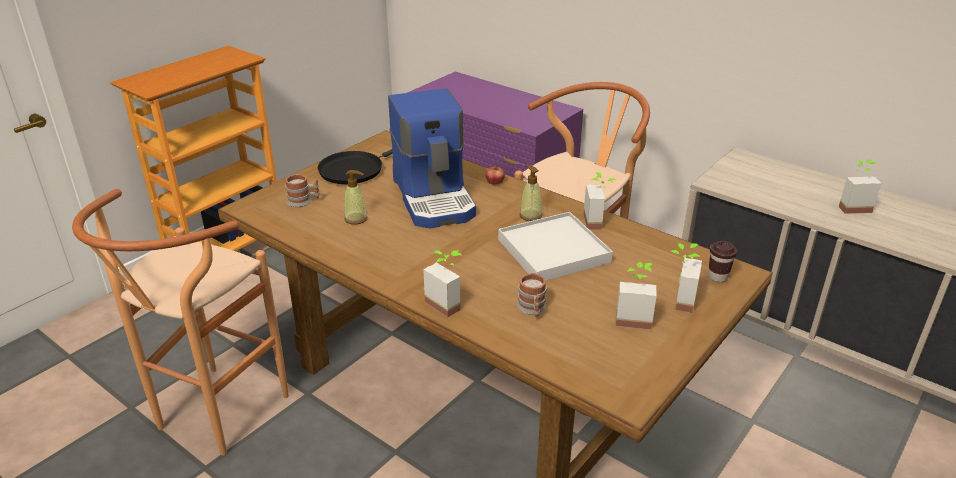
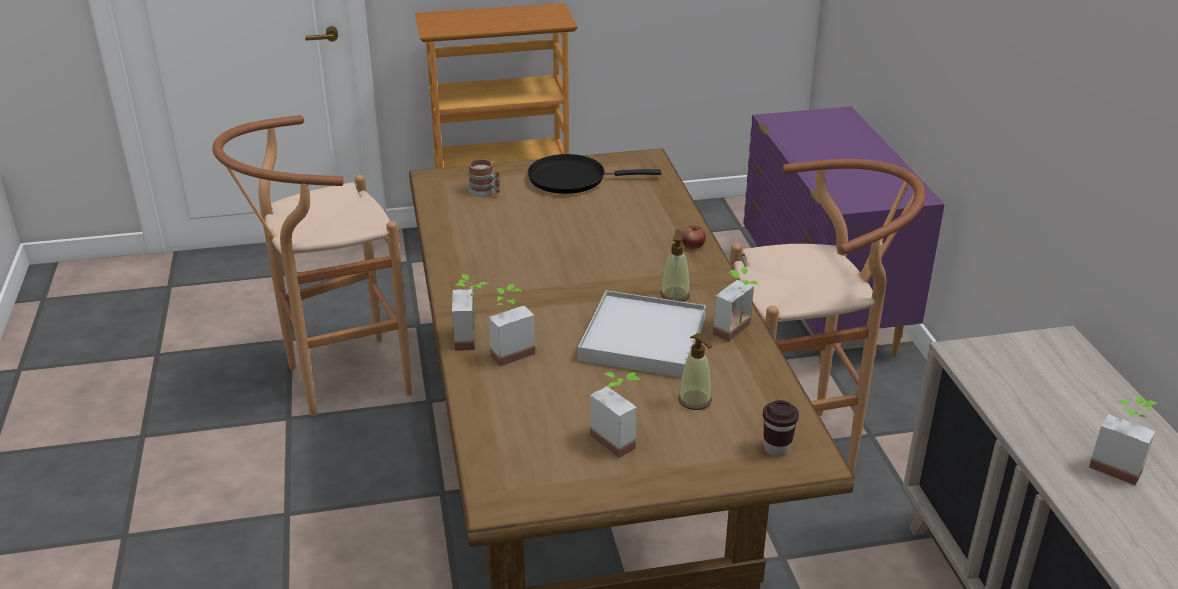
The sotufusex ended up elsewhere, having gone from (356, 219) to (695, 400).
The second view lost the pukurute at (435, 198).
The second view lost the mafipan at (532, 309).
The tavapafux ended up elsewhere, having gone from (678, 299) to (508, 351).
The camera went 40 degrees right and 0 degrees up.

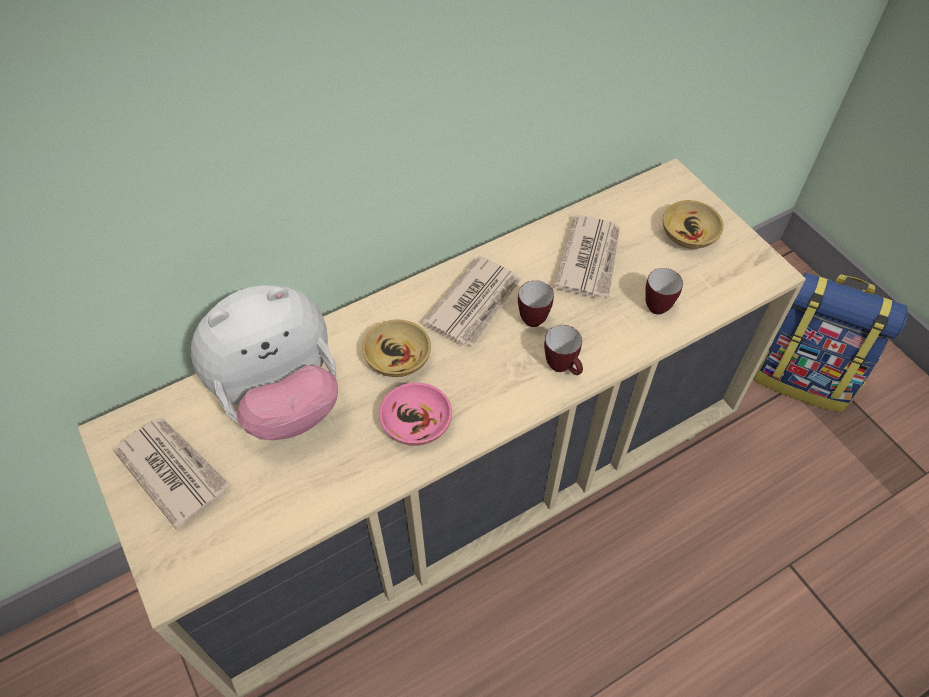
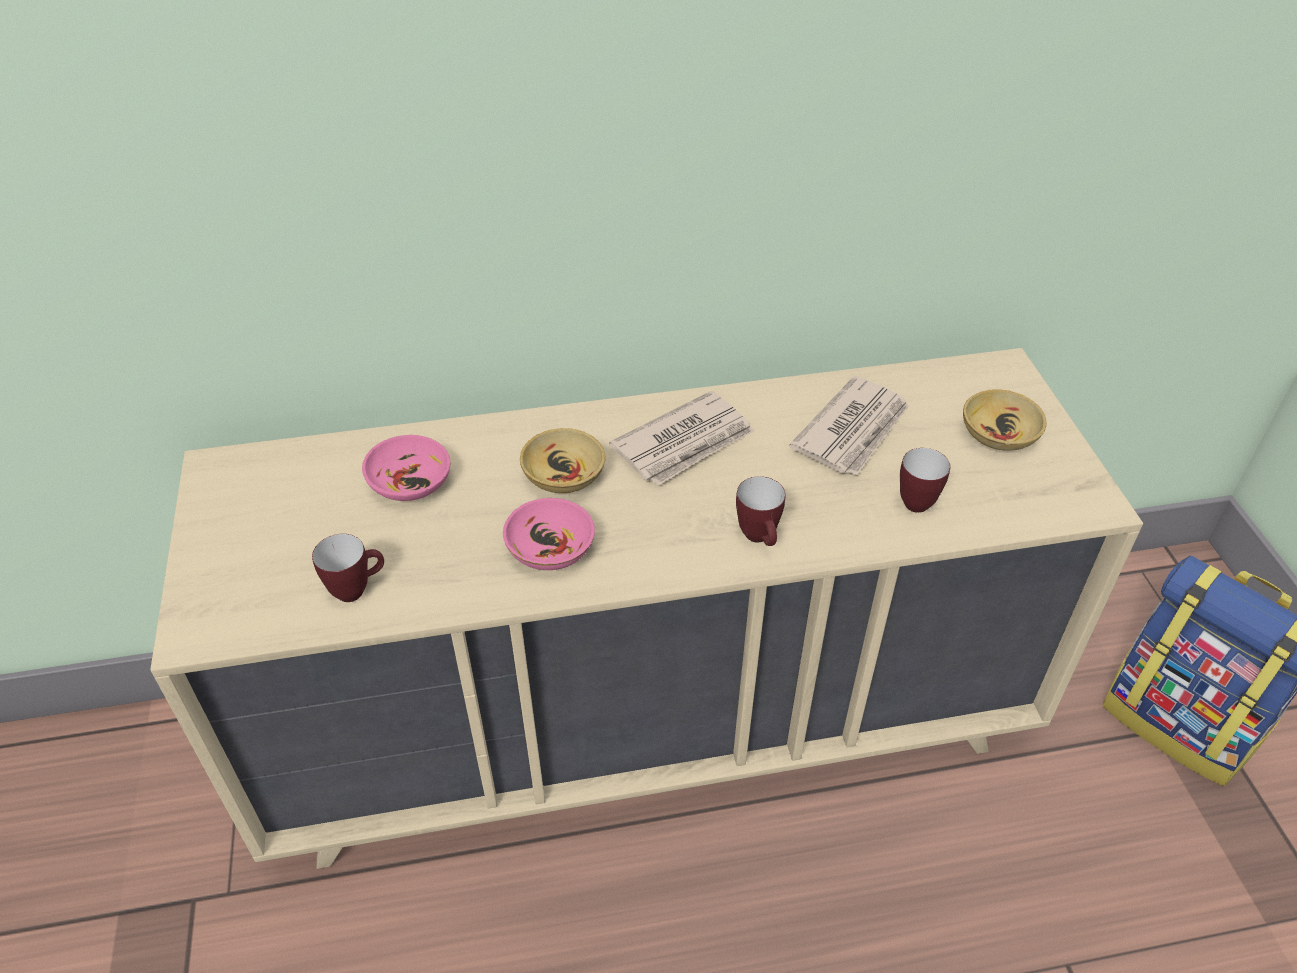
The second view lost the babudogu at (173, 470).
Where the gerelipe stood at (281, 398), the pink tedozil came to stand at (411, 481).
The mafipan ended up elsewhere, having gone from (535, 316) to (357, 589).
The camera went 20 degrees right and 10 degrees down.

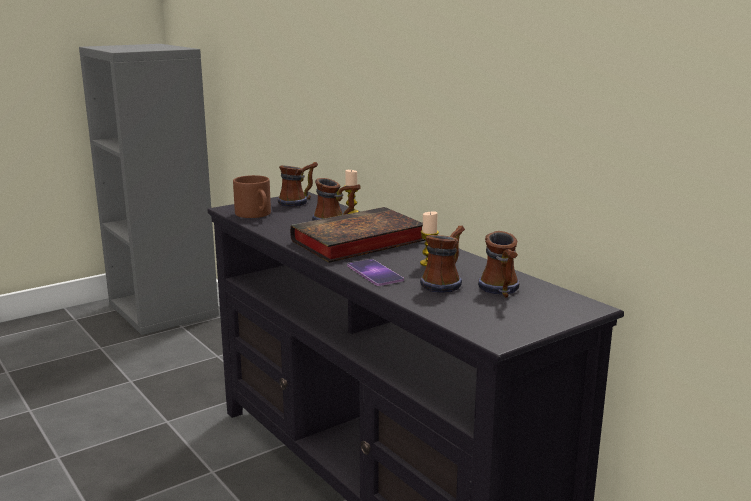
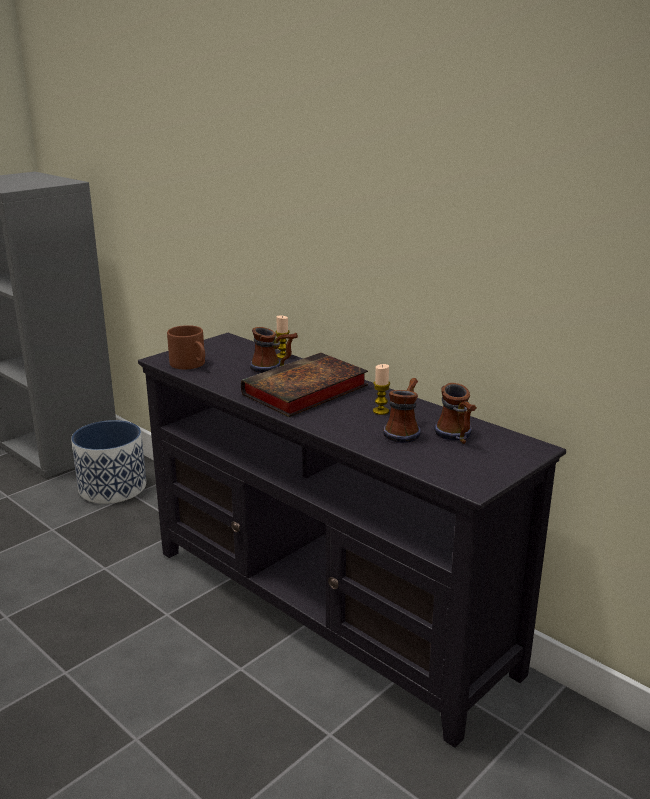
The second view lost the mafipan at (299, 201).
The second view lost the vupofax at (374, 273).
The second view gained the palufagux at (112, 488).
The camera went 10 degrees left and 5 degrees up.

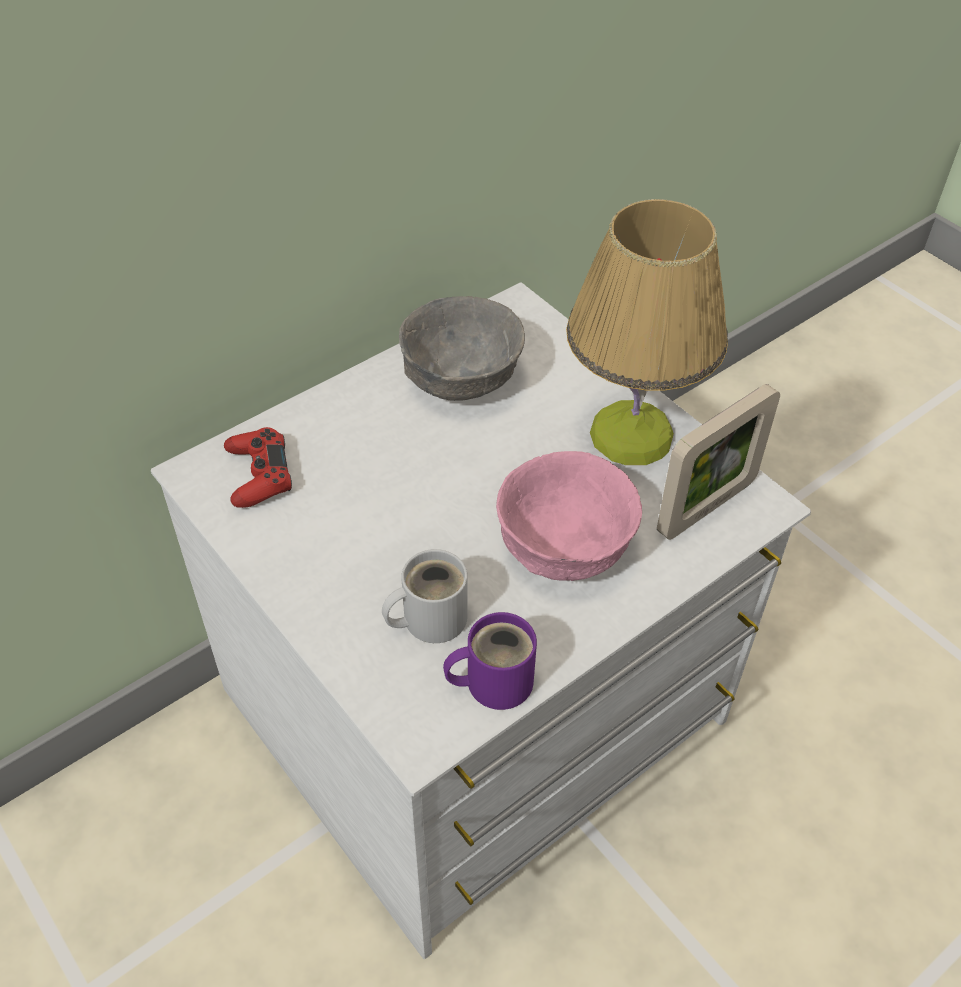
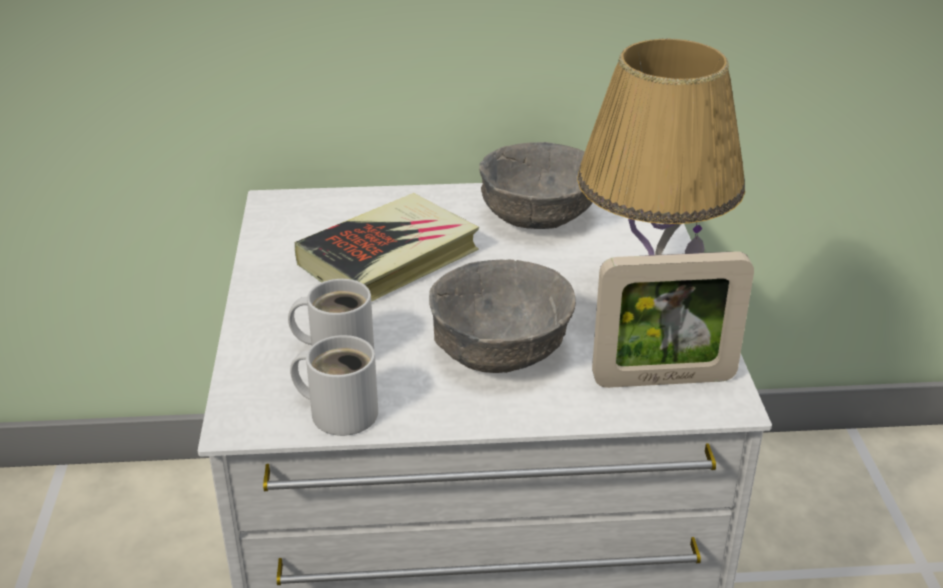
The second view lost the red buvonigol at (259, 475).
What was the purple mafipan at (492, 680) turned into the white mafipan at (340, 411).
What was the pink tedozil at (565, 548) turned into the grey tedozil at (500, 354).
The second view gained the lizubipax at (389, 258).
The camera went 35 degrees right and 15 degrees down.

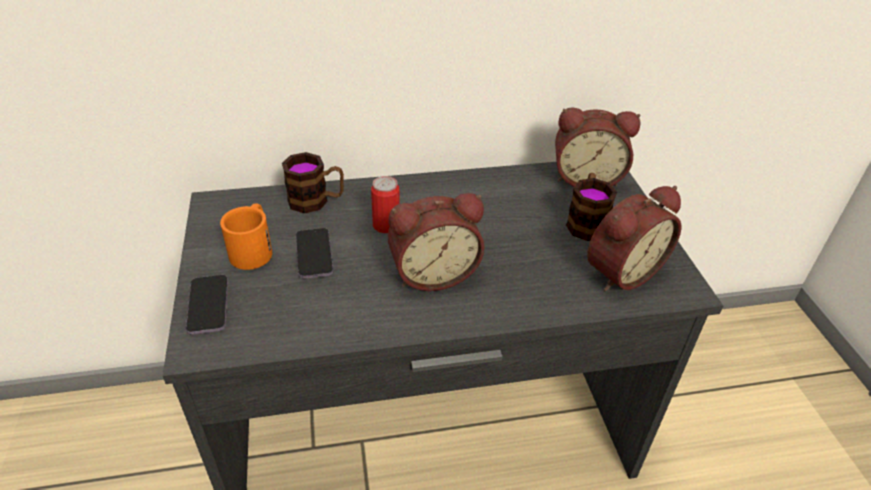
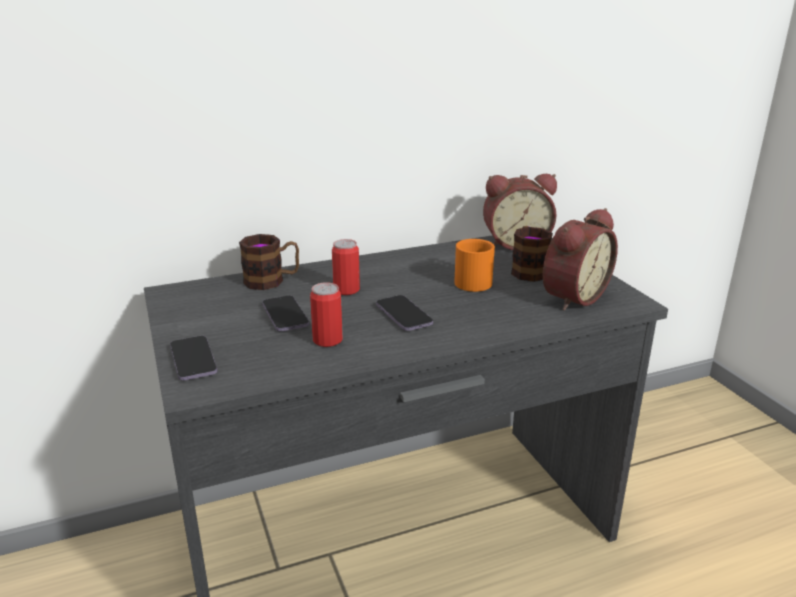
The orange mafipan ended up elsewhere, having gone from (254, 248) to (471, 280).
Where the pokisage stood at (433, 272), the vupofax came to stand at (403, 315).
The second view gained the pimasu at (327, 340).
The camera went 10 degrees left and 15 degrees down.

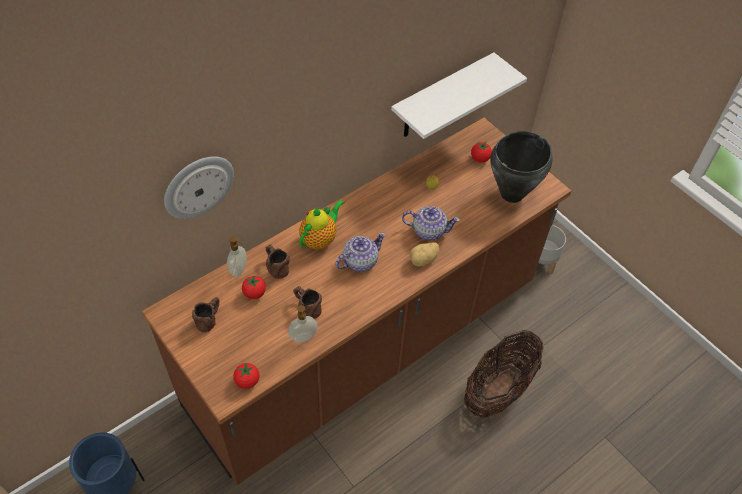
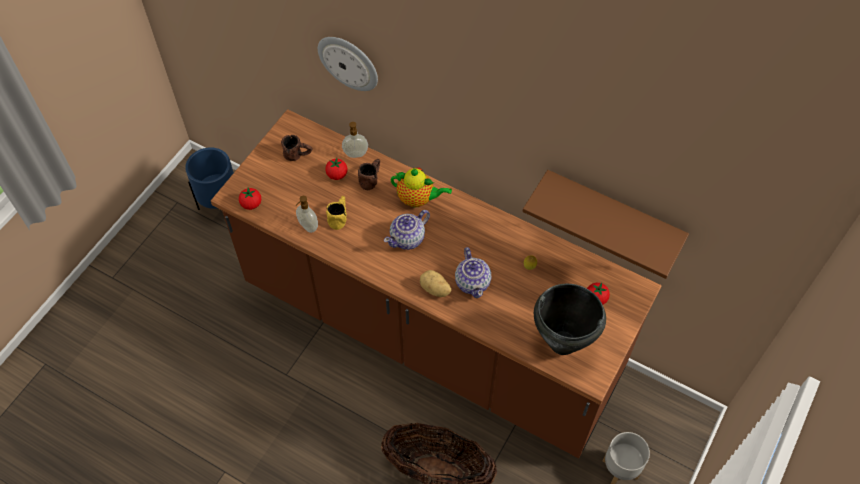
What was the brown mafipan at (306, 307) turned into the yellow mafipan at (339, 217).
The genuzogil at (359, 261) ended up facing another way, 105 degrees clockwise from before.
What was the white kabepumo at (441, 97) turned into the brown kabepumo at (612, 216).
The camera went 70 degrees right and 5 degrees up.

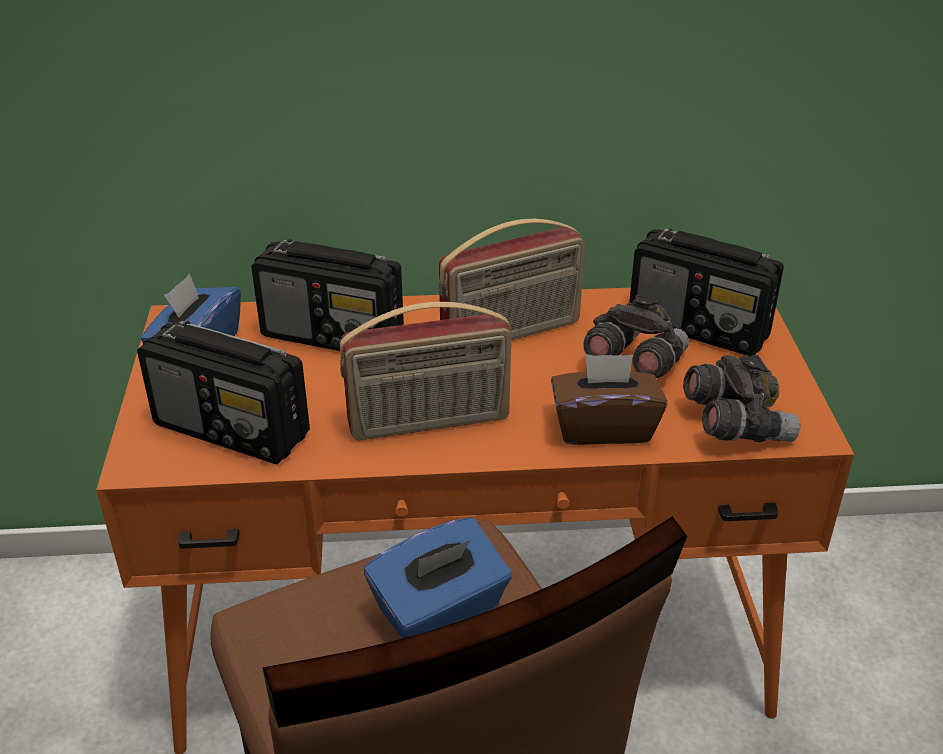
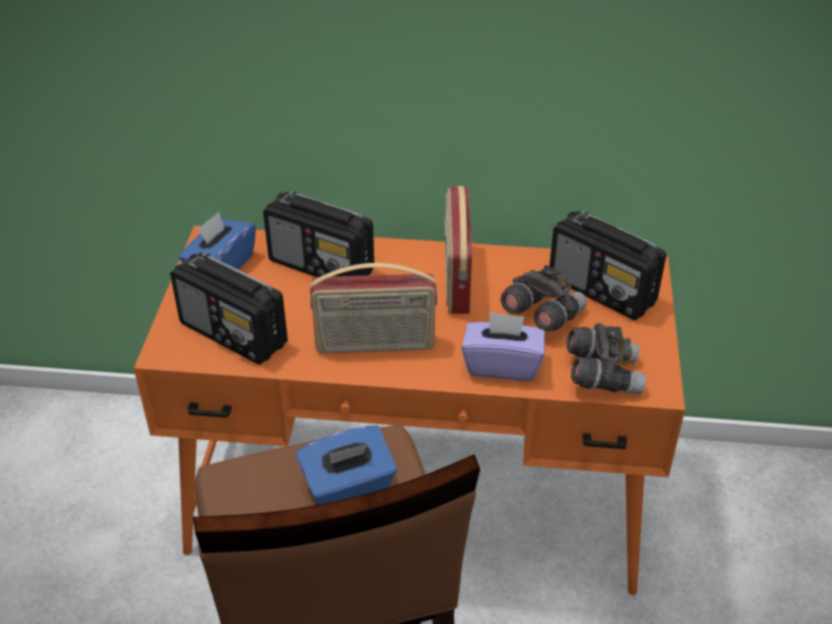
The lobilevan at (512, 333) ended up facing another way, 105 degrees clockwise from before.
What was the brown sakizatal at (603, 427) turned into the purple sakizatal at (502, 365).
The camera went 10 degrees right and 5 degrees up.

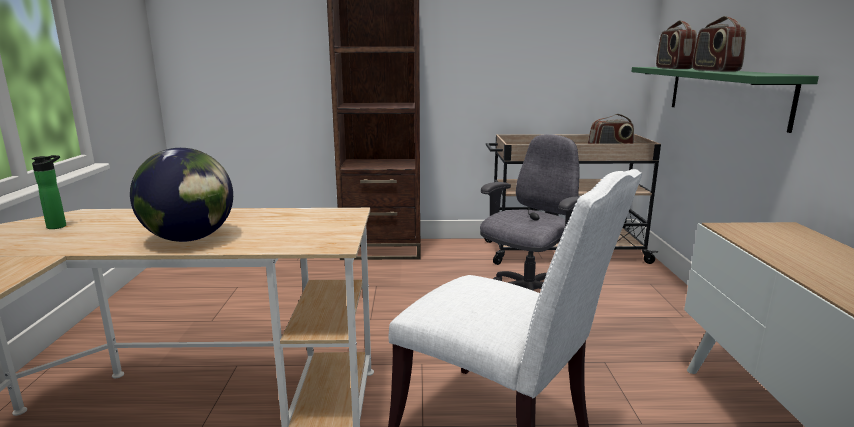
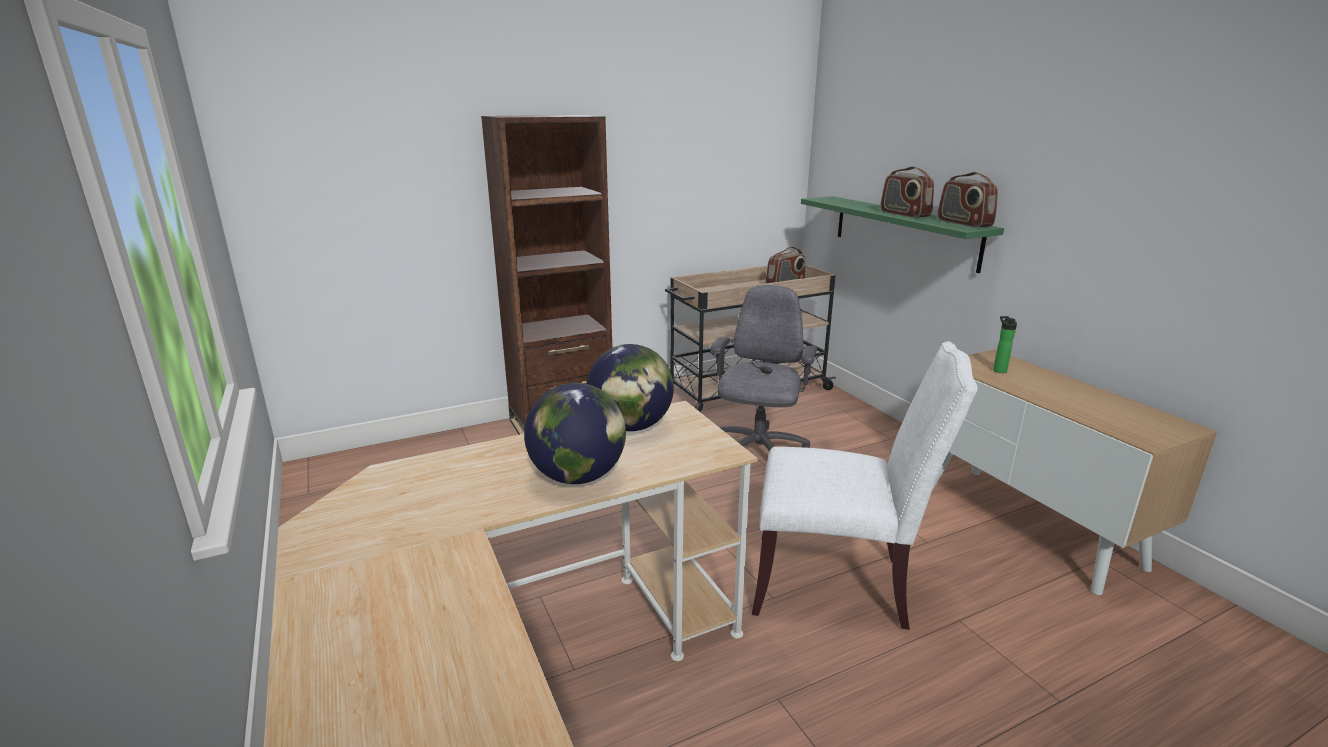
The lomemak ended up elsewhere, having gone from (59, 226) to (998, 370).
The lobilevan ended up elsewhere, having gone from (672, 68) to (963, 223).
The second view gained the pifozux at (631, 426).
The camera went 25 degrees left and 5 degrees up.

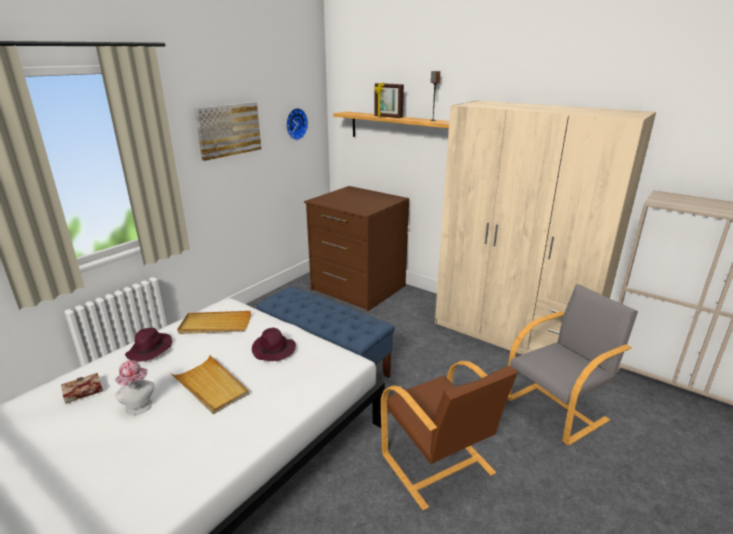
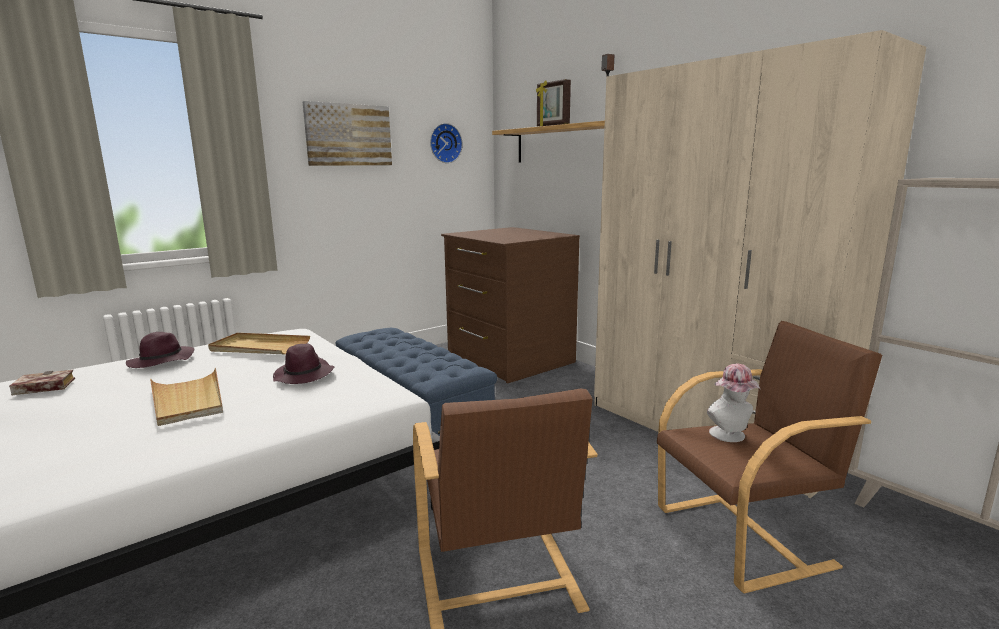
The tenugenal ended up elsewhere, having gone from (140, 408) to (730, 436).
What was the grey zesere at (557, 409) turned into the brown zesere at (746, 536).
The camera went 15 degrees right and 10 degrees down.

